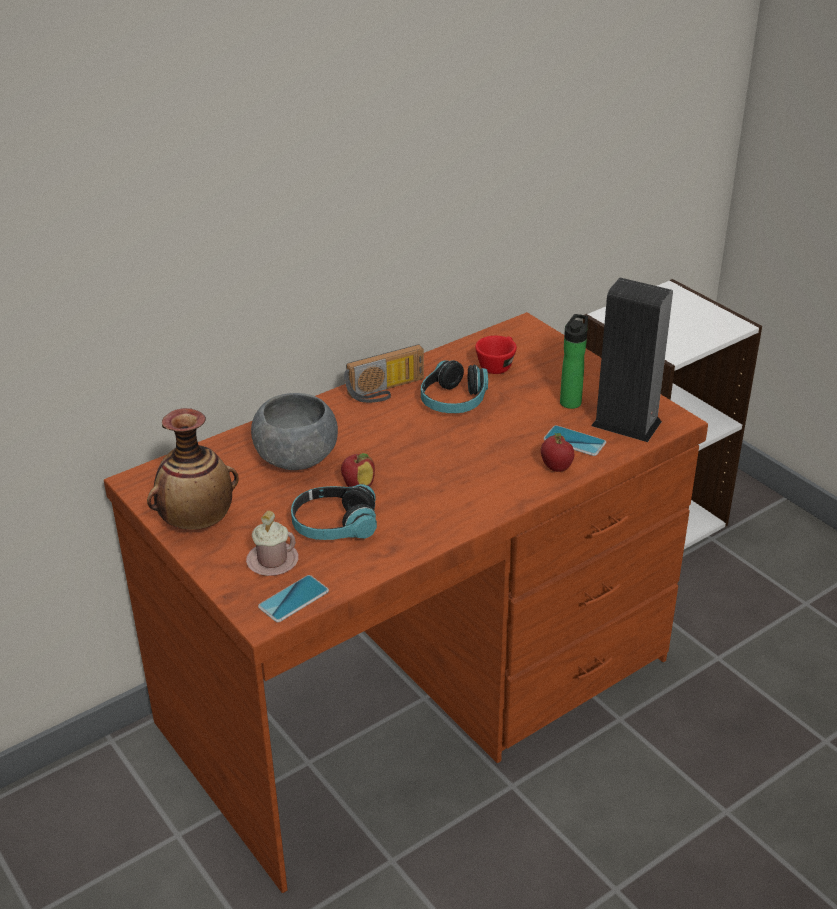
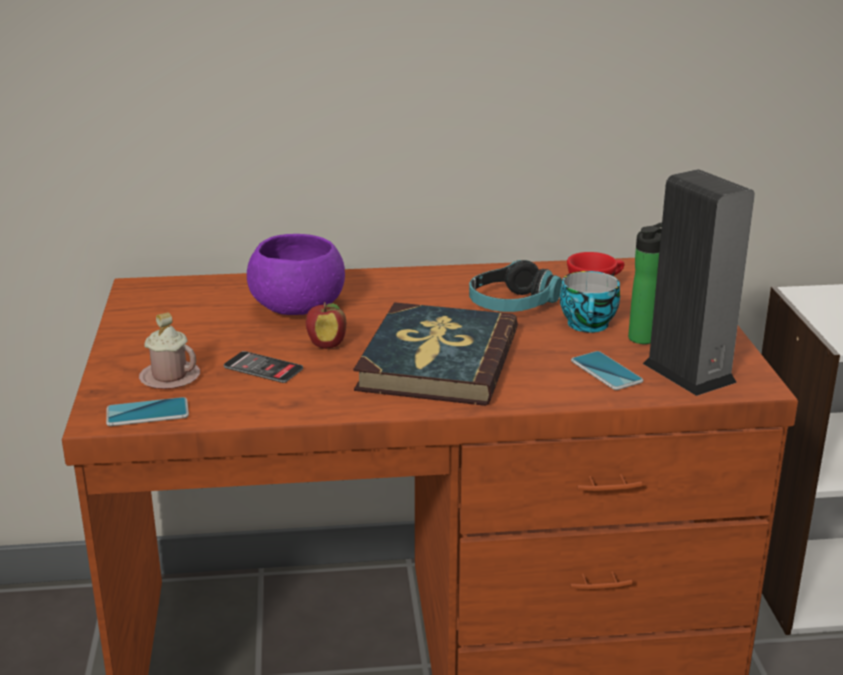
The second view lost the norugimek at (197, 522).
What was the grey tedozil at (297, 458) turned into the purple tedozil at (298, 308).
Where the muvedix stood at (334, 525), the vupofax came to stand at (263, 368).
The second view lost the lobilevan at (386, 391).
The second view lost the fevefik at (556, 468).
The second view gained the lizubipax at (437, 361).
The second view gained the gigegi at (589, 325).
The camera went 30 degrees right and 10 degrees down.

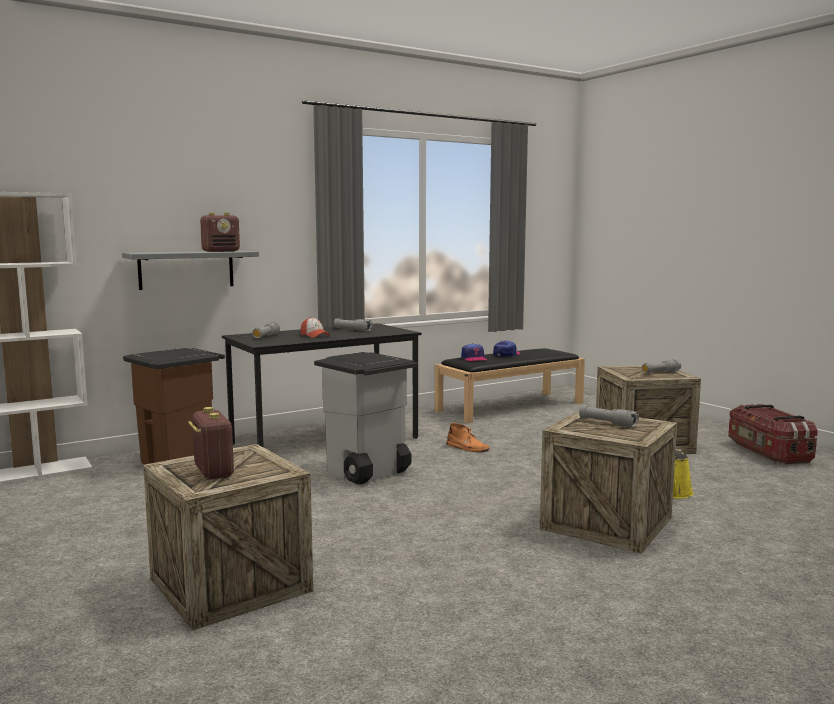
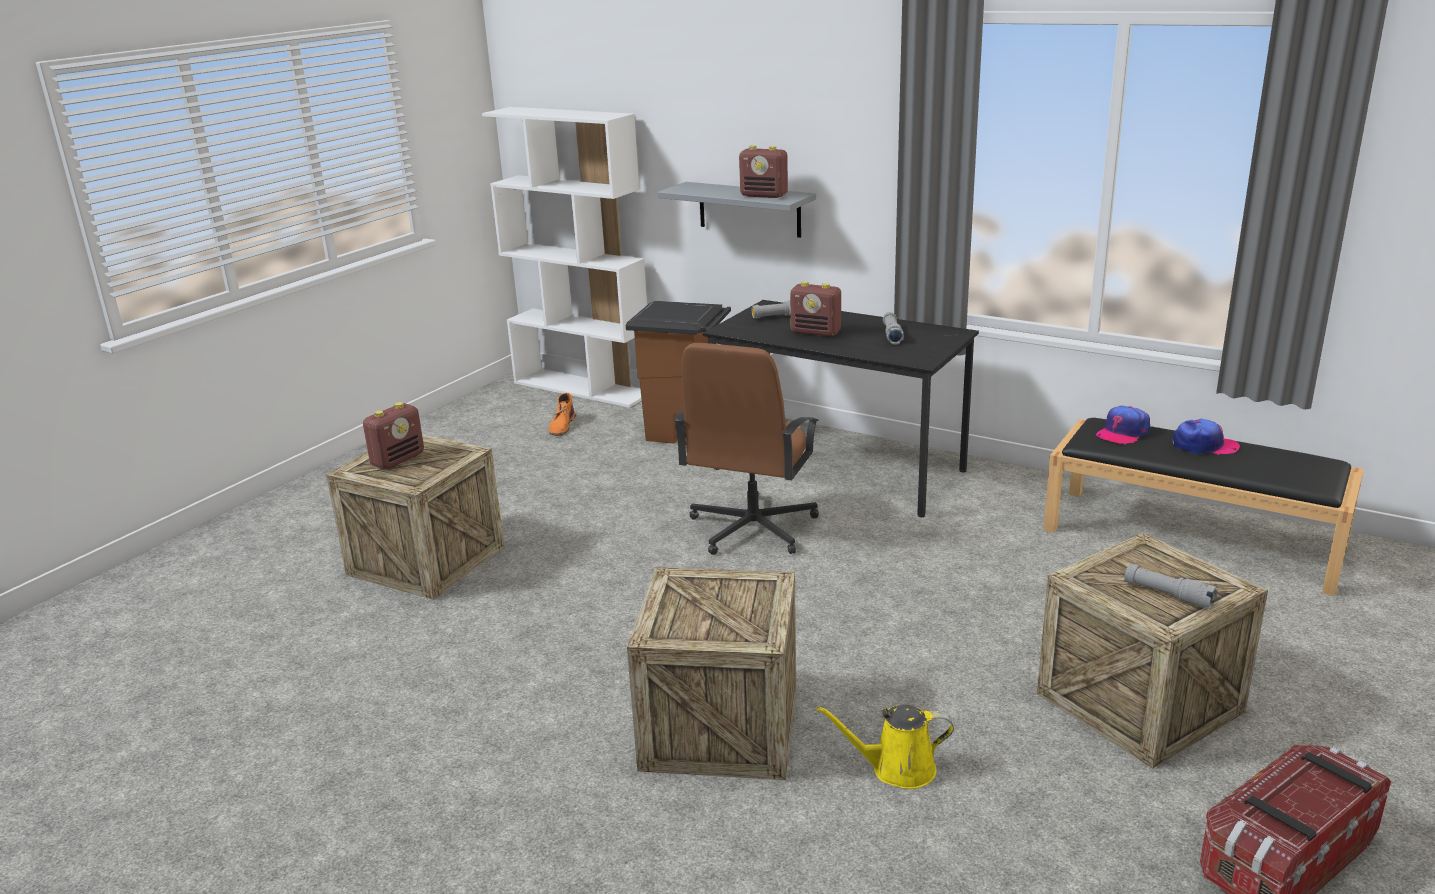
Where the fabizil stood at (314, 336), the lobilevan came to stand at (816, 332).
Where the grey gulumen stood at (367, 473), the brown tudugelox came to stand at (751, 528).
The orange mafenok ended up elsewhere, having gone from (467, 448) to (562, 426).
The second view lost the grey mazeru at (607, 423).
The camera went 65 degrees right and 15 degrees up.

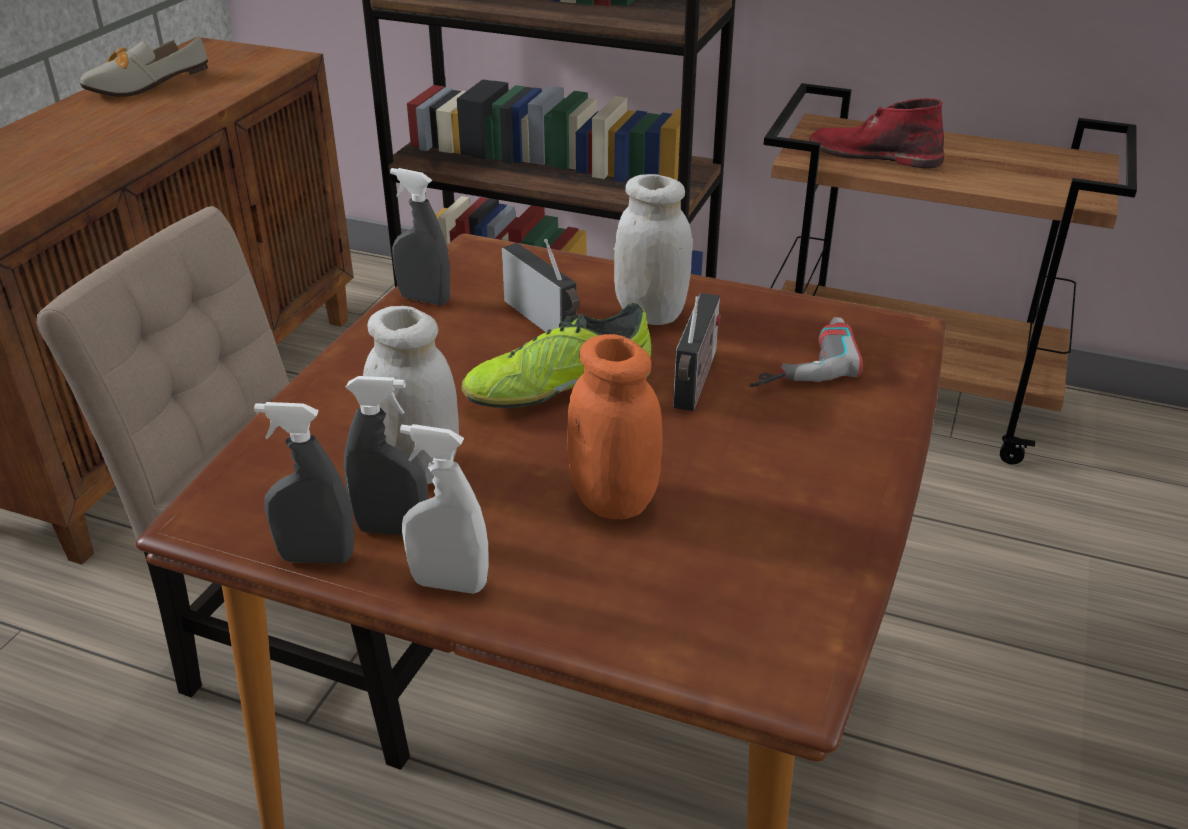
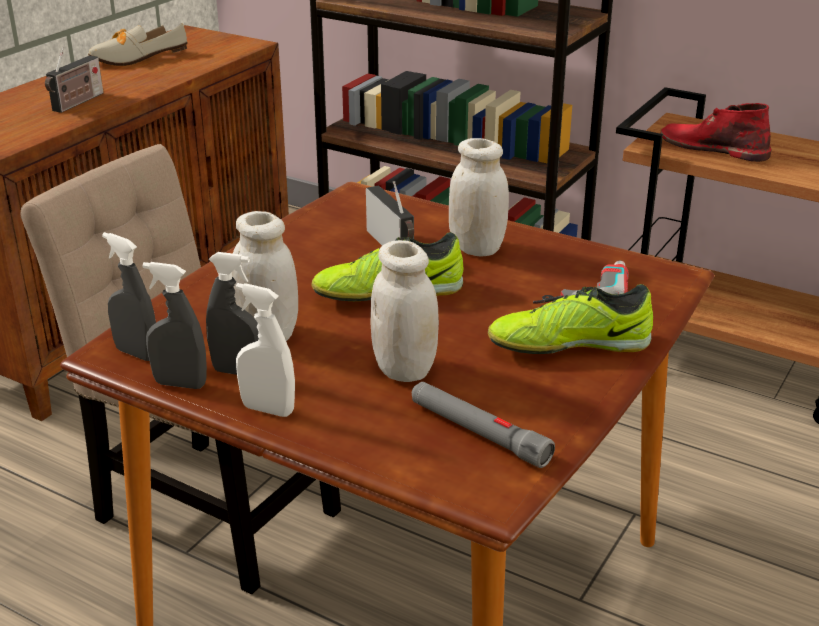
The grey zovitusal ended up elsewhere, having gone from (424, 299) to (137, 353).
What was the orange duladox at (614, 500) turned into the white duladox at (404, 369).
The lobilevan ended up elsewhere, having gone from (695, 382) to (77, 103).
The second view gained the grey mazeru at (478, 433).
The second view gained the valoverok at (569, 344).
The camera went 10 degrees right and 5 degrees down.

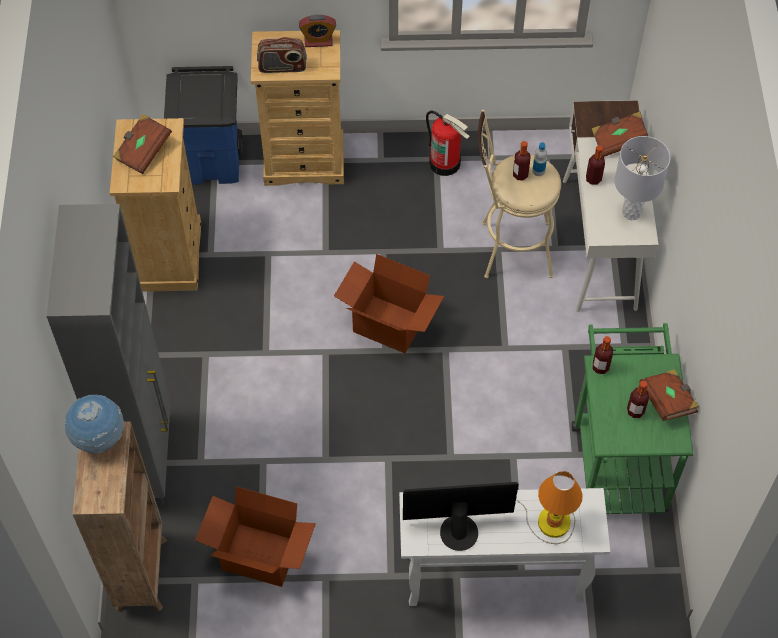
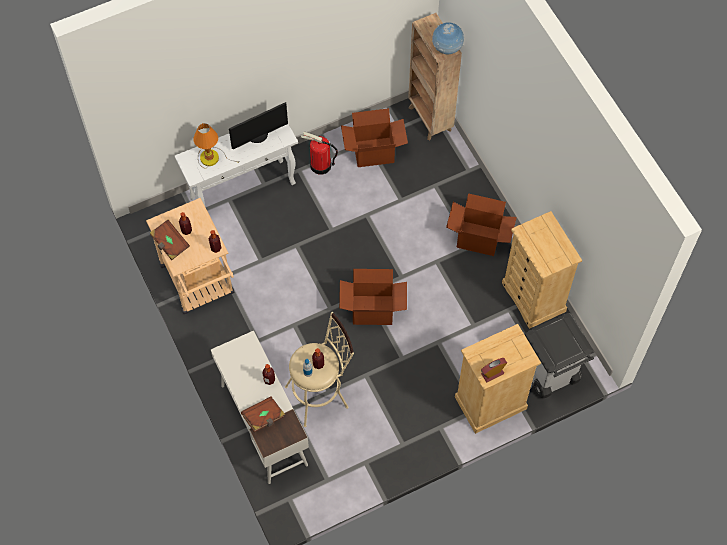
The second view lost the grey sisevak at (146, 458).
The second view lost the brown lizubipax at (143, 151).
What was the blue gulumen at (213, 162) turned into the grey gulumen at (550, 375).
The second view lost the lobilevan at (282, 67).
The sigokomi ended up elsewhere, having gone from (445, 163) to (320, 165).
What was the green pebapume at (617, 457) turned into the beige pebapume at (200, 284).
The second view lost the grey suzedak at (631, 212).
The second view gained the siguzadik at (478, 237).
The camera went 155 degrees right and 5 degrees up.

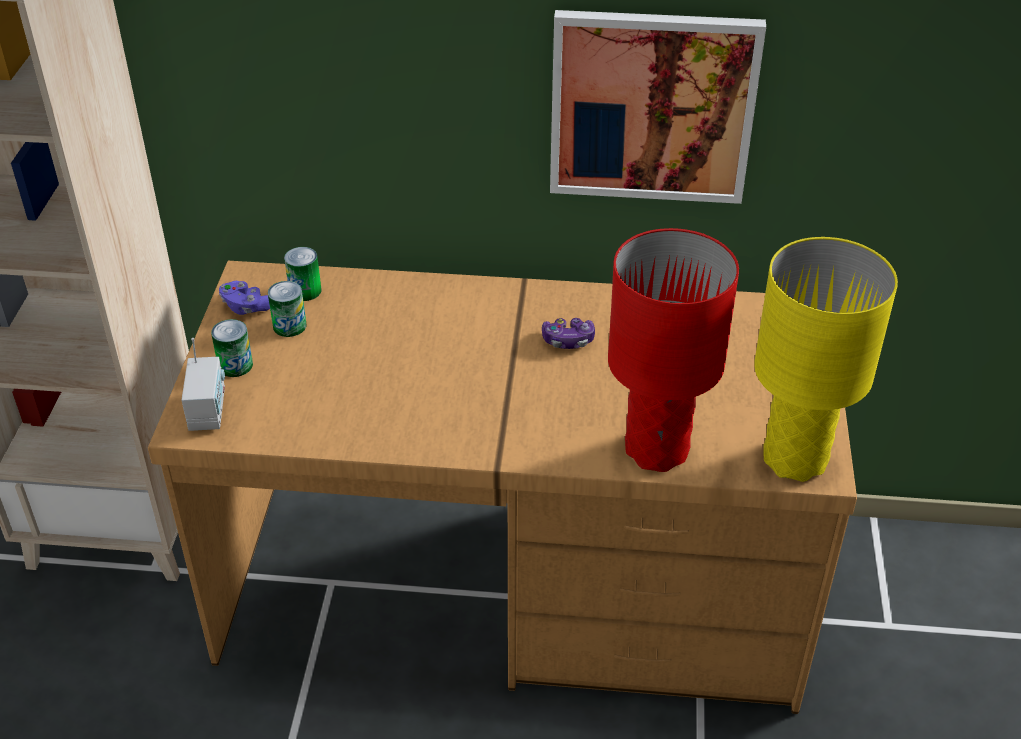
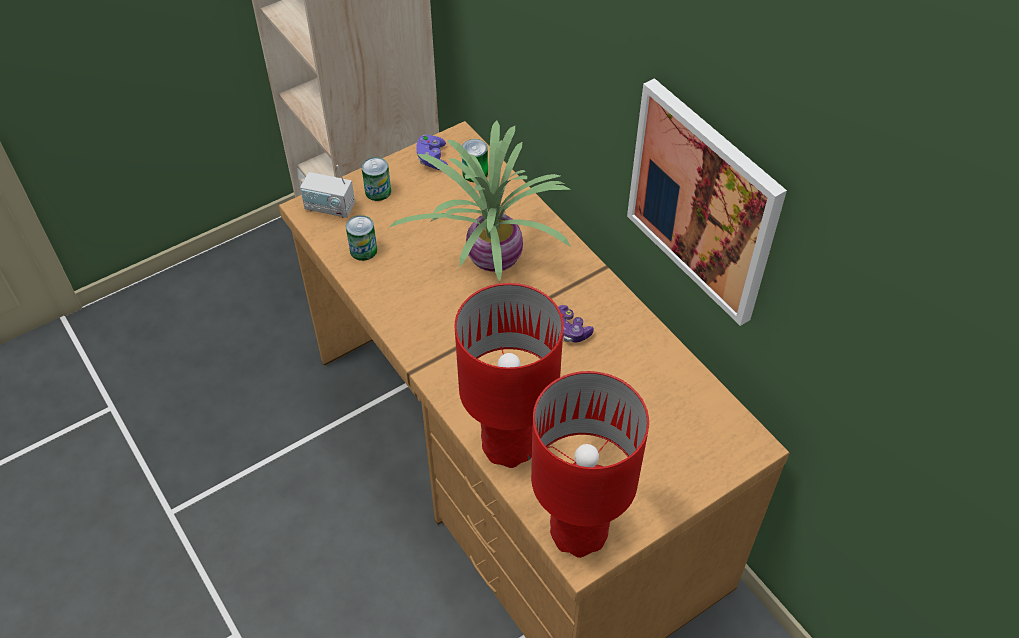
The lobilevan at (208, 410) ended up facing another way, 60 degrees clockwise from before.
The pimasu ended up elsewhere, having gone from (289, 326) to (363, 250).
What was the yellow suzedak at (795, 459) turned into the red suzedak at (579, 532).
The second view gained the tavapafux at (491, 258).
The camera went 50 degrees right and 10 degrees up.

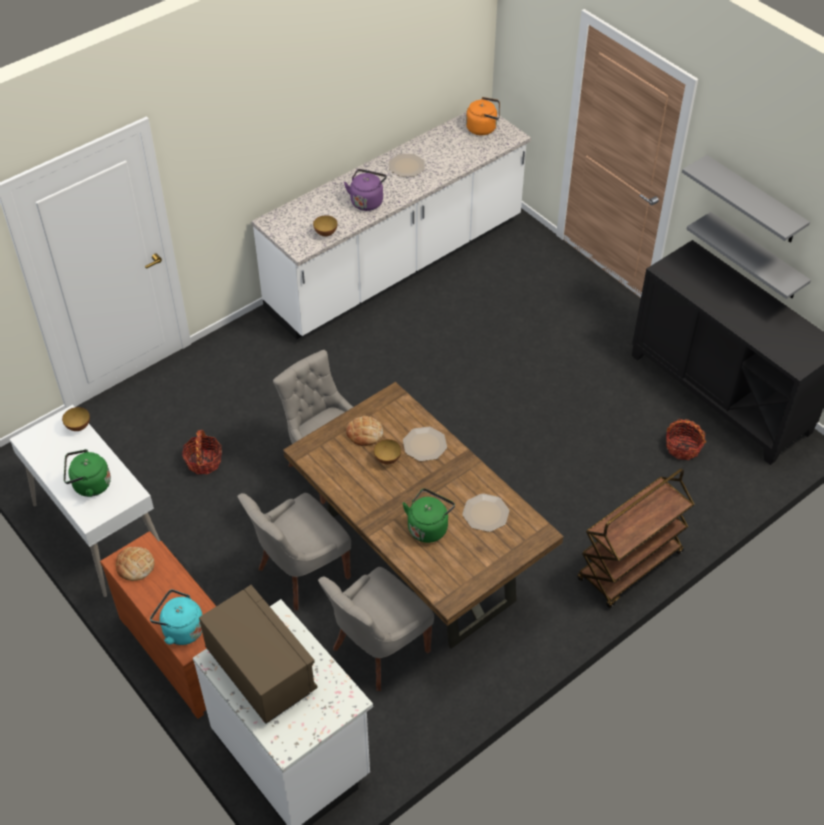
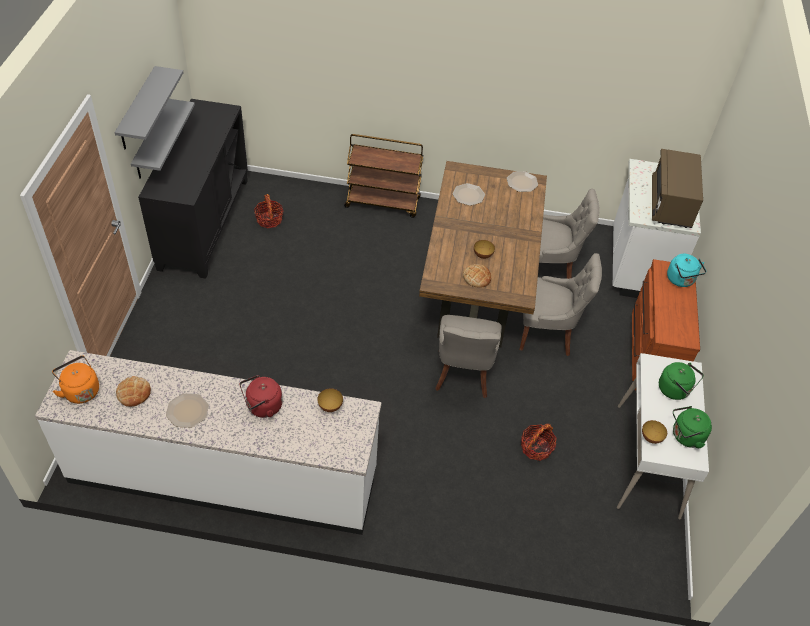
The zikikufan ended up elsewhere, having gone from (135, 566) to (133, 393).
What was the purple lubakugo at (367, 201) turned into the red lubakugo at (262, 407).
The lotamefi ended up elsewhere, having gone from (424, 445) to (522, 182).
The green lubakugo ended up elsewhere, having gone from (428, 527) to (685, 436).
The camera went 135 degrees left and 0 degrees up.

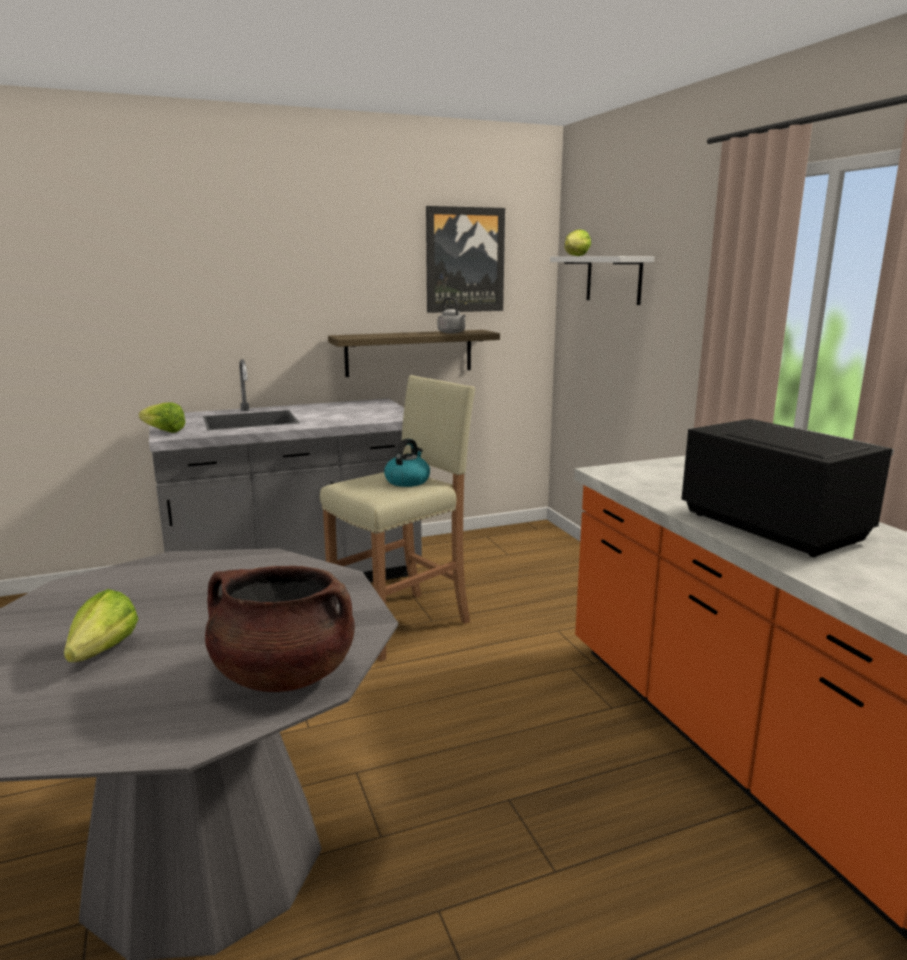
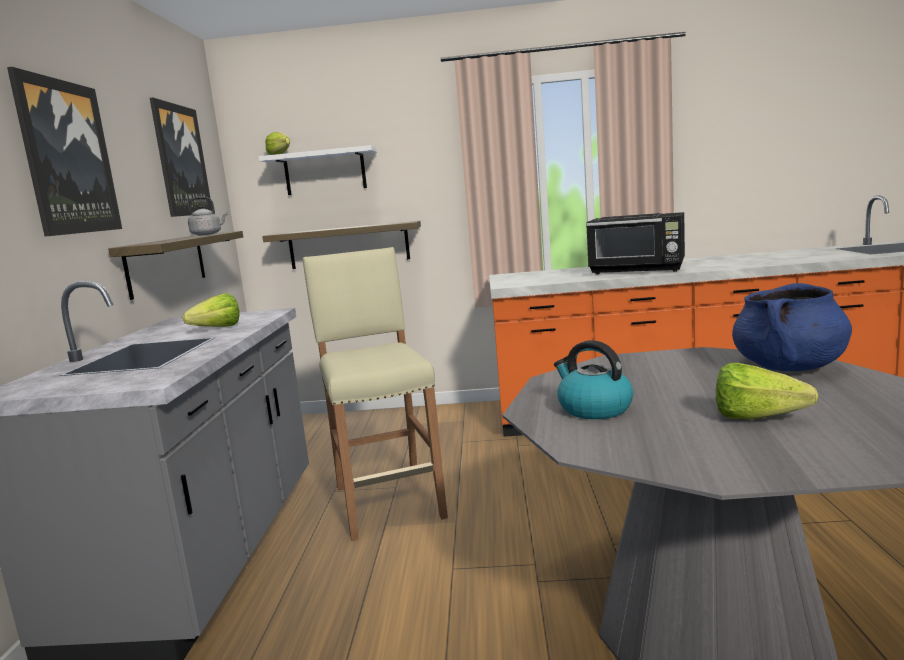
The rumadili ended up elsewhere, having gone from (161, 431) to (212, 329).
What was the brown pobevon at (283, 675) turned into the blue pobevon at (789, 367).
The lubakugo ended up elsewhere, having gone from (407, 481) to (593, 409).
The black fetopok at (771, 526) ended up facing another way, 150 degrees counterclockwise from before.
The second view gained the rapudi at (67, 158).
The second view gained the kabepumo at (349, 245).
The camera went 65 degrees left and 5 degrees down.

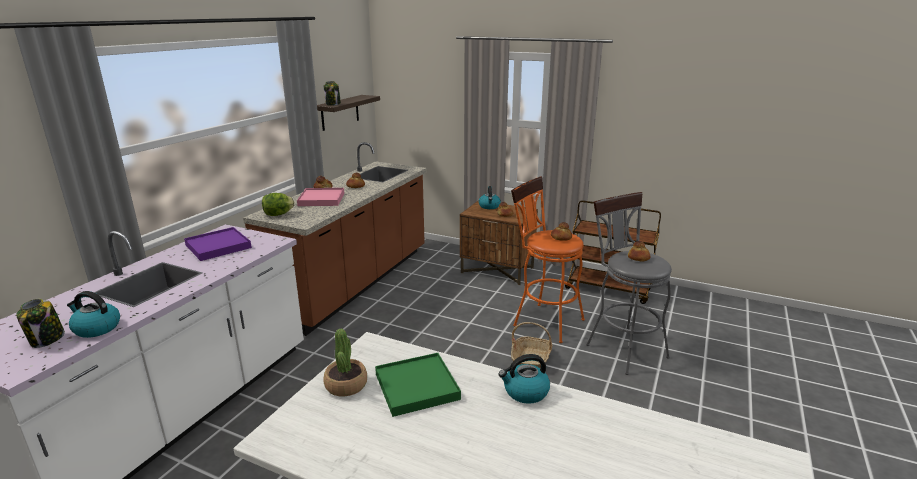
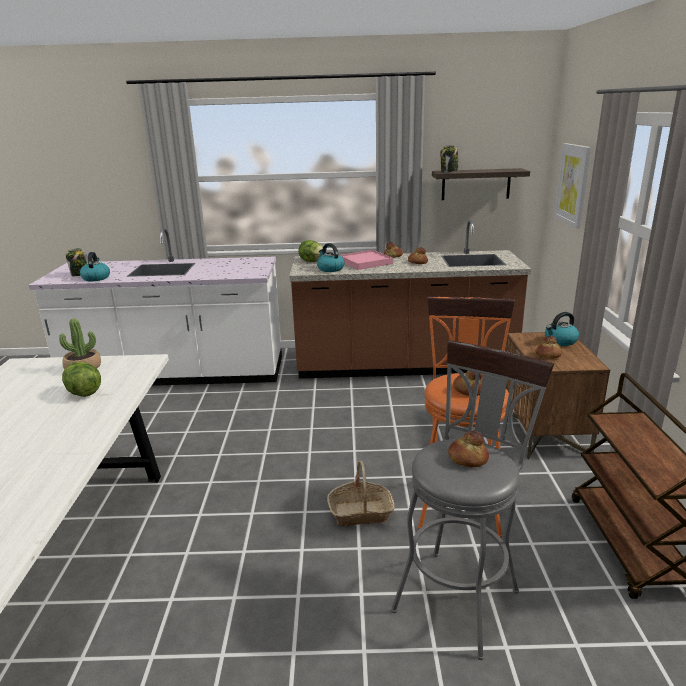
The second view lost the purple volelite at (218, 246).
Where the green volelite stood at (417, 387), the rumadili came to stand at (83, 393).
The lubakugo ended up elsewhere, having gone from (525, 392) to (330, 269).
The second view gained the rapudi at (573, 184).
The camera went 65 degrees right and 0 degrees up.

